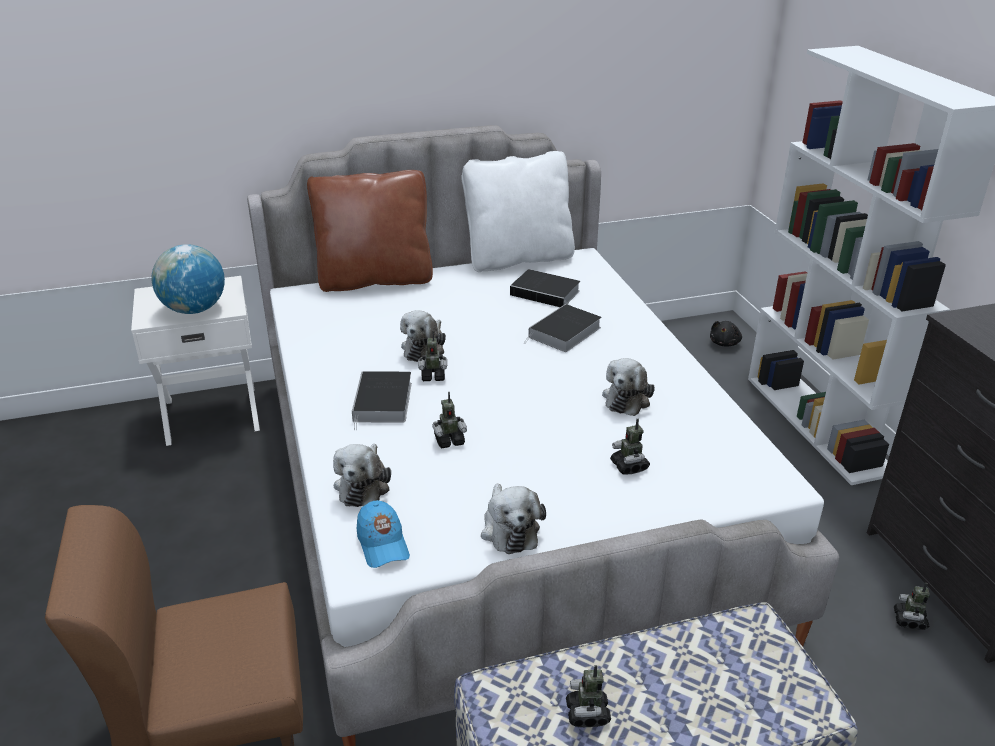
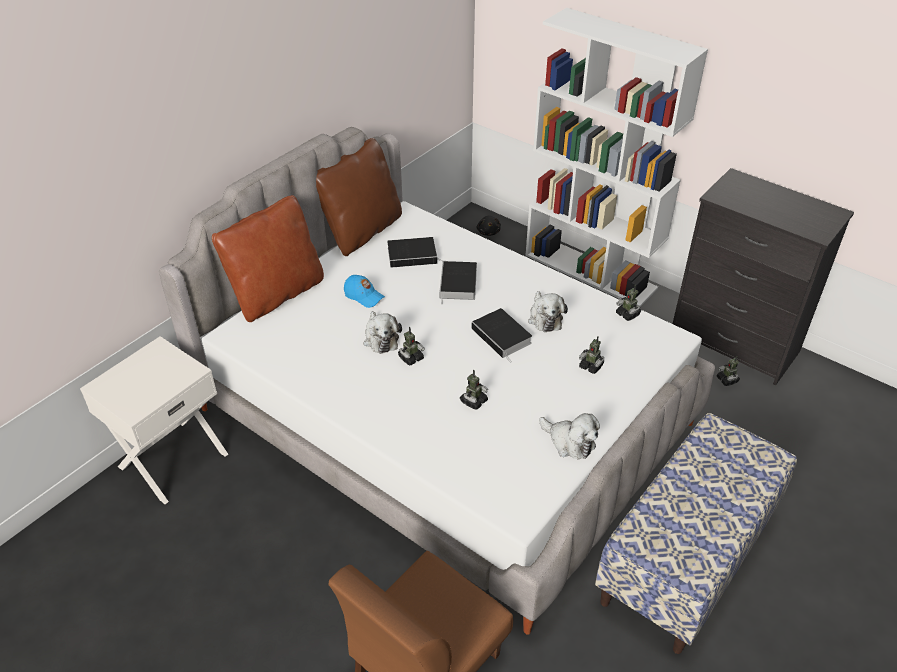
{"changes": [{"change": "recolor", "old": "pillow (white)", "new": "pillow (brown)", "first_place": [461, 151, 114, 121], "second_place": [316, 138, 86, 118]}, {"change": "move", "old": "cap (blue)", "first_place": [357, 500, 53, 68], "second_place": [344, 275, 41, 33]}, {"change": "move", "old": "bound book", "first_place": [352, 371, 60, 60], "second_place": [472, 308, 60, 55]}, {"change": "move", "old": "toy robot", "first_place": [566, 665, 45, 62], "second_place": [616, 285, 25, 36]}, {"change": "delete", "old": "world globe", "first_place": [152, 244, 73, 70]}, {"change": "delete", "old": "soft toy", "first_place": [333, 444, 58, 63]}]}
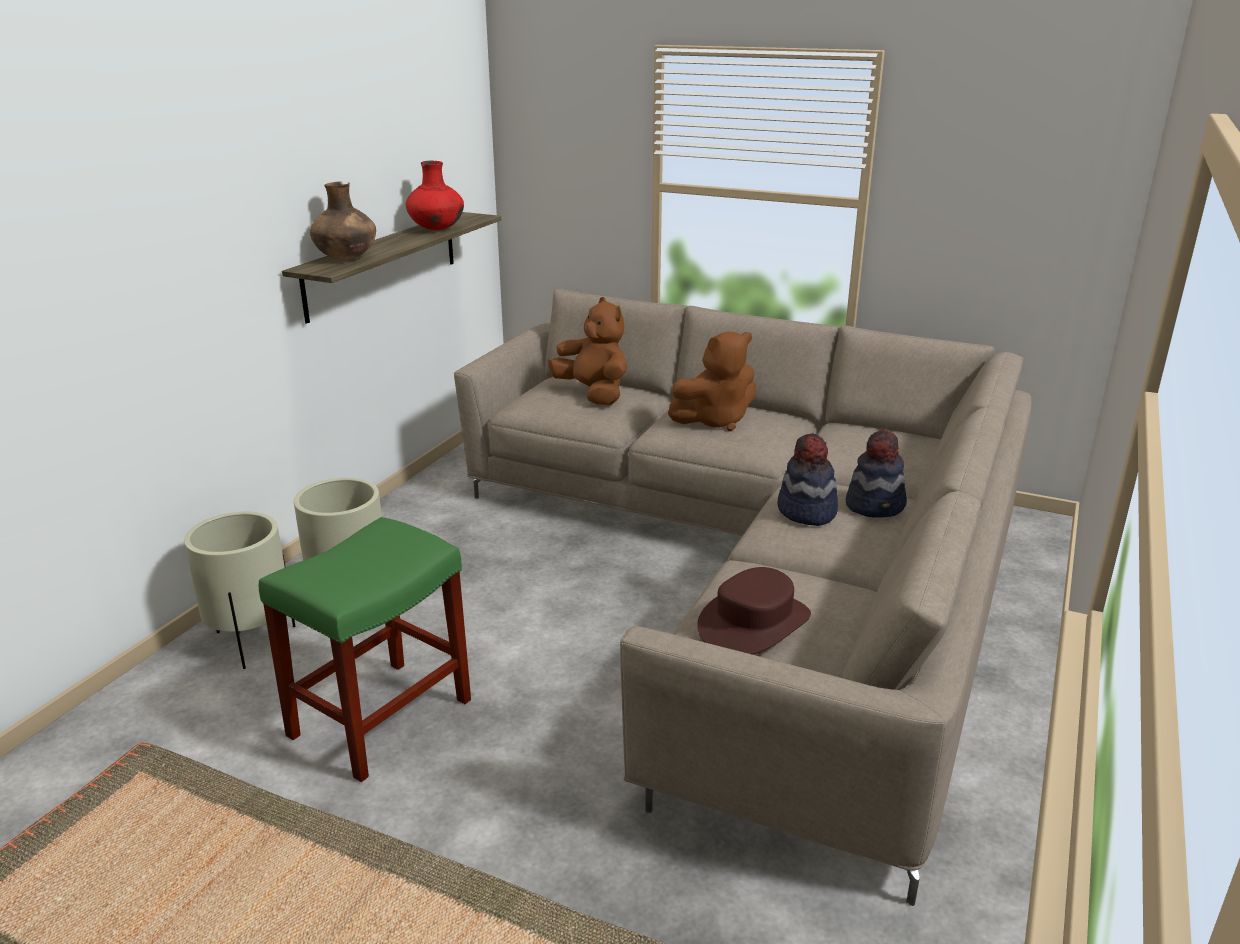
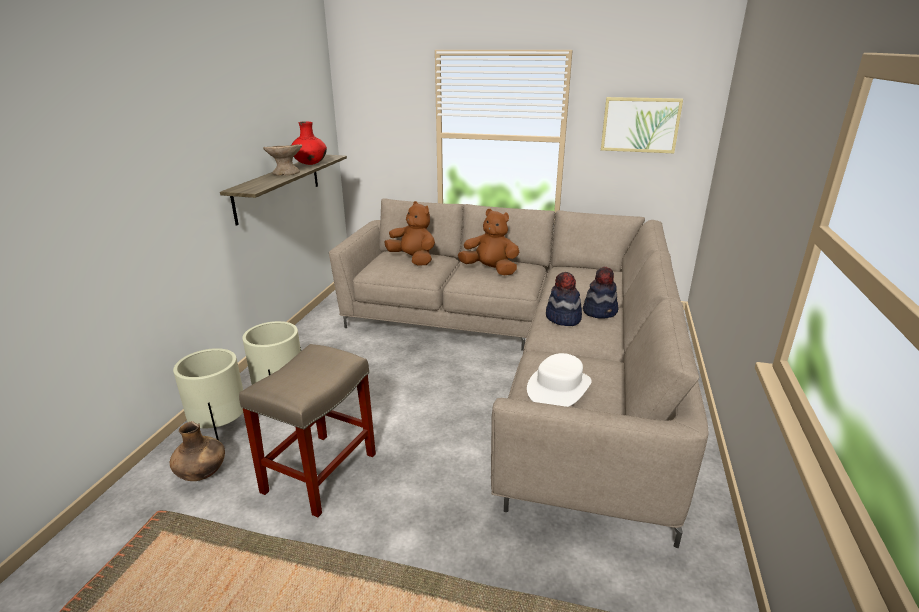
{"changes": [{"change": "move", "old": "decorative vase (brown)", "first_place": [310, 181, 66, 79], "second_place": [170, 421, 55, 60]}, {"change": "recolor", "old": "sitting stool (greenish)", "new": "sitting stool (sand-coloured)", "first_place": [259, 517, 212, 265], "second_place": [239, 344, 137, 173]}, {"change": "insert", "new": "bowl (sand-coloured)", "second_place": [263, 144, 39, 32]}, {"change": "rotate", "old": "soft toy (brown)", "first_place": [668, 332, 88, 99], "second_place": [458, 209, 61, 67], "degrees": -120}, {"change": "recolor", "old": "hat (brown)", "new": "hat (white)", "first_place": [697, 567, 114, 88], "second_place": [527, 353, 65, 54]}, {"change": "insert", "new": "wall picture", "second_place": [601, 97, 82, 56]}]}
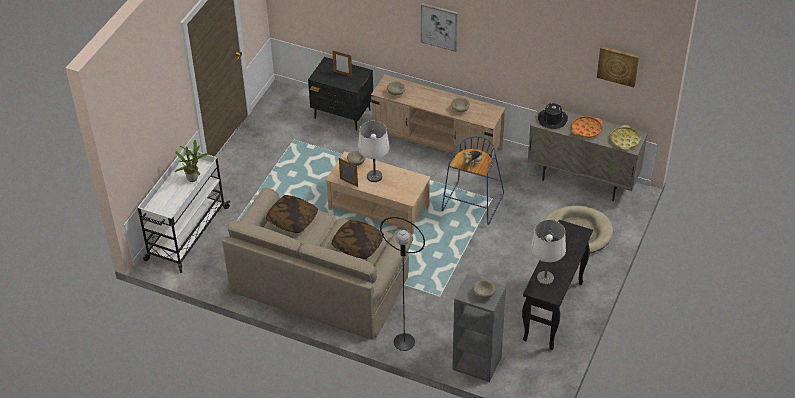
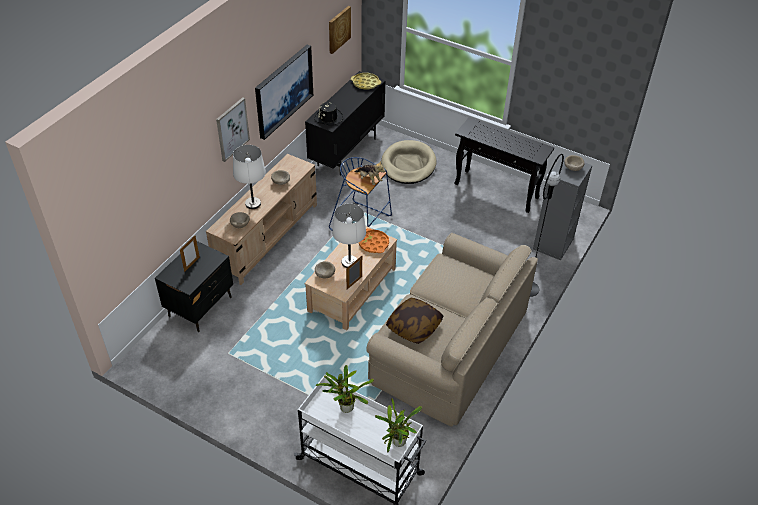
{"changes": [{"change": "move", "old": "tabletop lamp (white)", "first_place": [531, 220, 35, 65], "second_place": [233, 145, 33, 64]}, {"change": "insert", "new": "wall picture", "second_place": [255, 45, 58, 95]}, {"change": "recolor", "old": "storage cabinet (sand-coloured)", "new": "storage cabinet (black-coloured)", "first_place": [527, 104, 121, 97], "second_place": [305, 71, 81, 105]}, {"change": "move", "old": "serving tray (orange)", "first_place": [572, 116, 30, 22], "second_place": [359, 228, 30, 25]}, {"change": "insert", "new": "potted plant", "second_place": [375, 398, 47, 55]}, {"change": "delete", "old": "pillow", "first_place": [331, 220, 53, 39]}]}
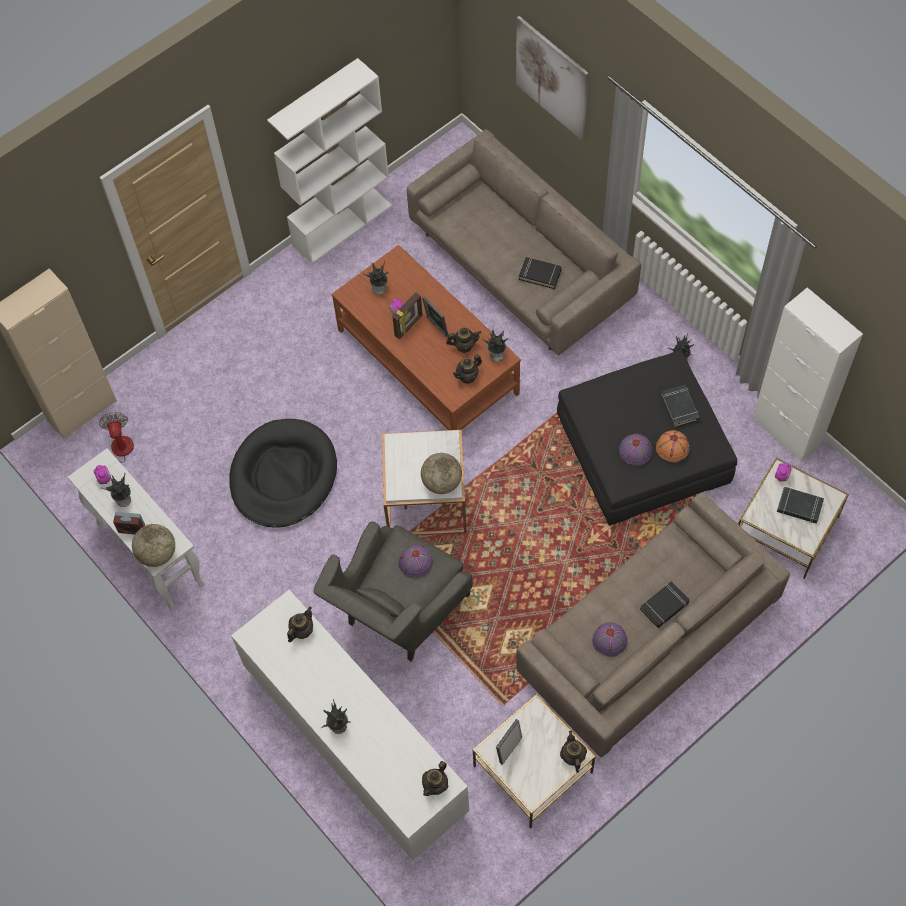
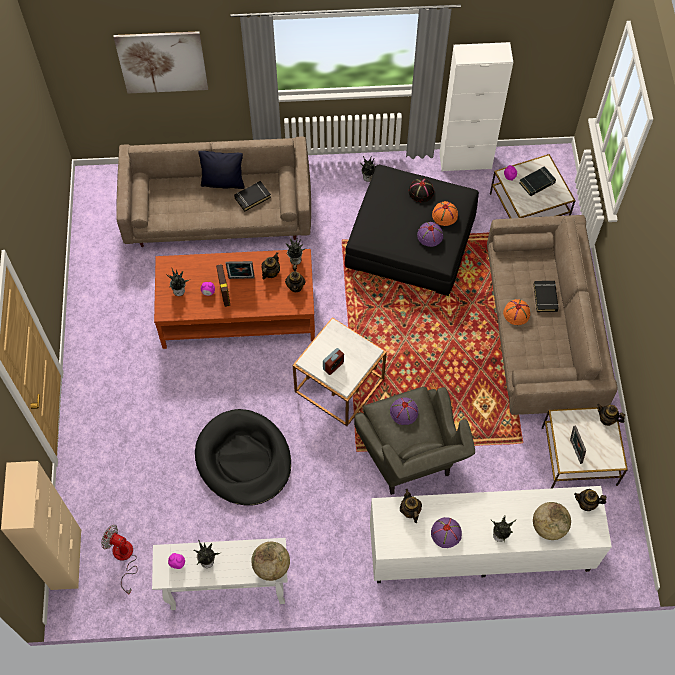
{"changes": [{"change": "insert", "new": "pillow (black-coloured)", "second_place": [198, 151, 47, 38]}, {"change": "move", "old": "table clock", "first_place": [113, 512, 32, 22], "second_place": [323, 348, 21, 27]}, {"change": "replace", "old": "bound book (black-coloured)", "new": "hat (black-coloured)", "first_place": [661, 385, 39, 43], "second_place": [409, 178, 25, 24]}, {"change": "move", "old": "hat (purple-coloured)", "first_place": [592, 622, 36, 35], "second_place": [431, 517, 31, 31]}, {"change": "insert", "new": "hat (orange)", "second_place": [503, 299, 27, 26]}, {"change": "move", "old": "world globe", "first_place": [421, 453, 41, 41], "second_place": [533, 502, 38, 38]}, {"change": "rotate", "old": "teapot", "first_place": [422, 761, 26, 35], "second_place": [574, 489, 32, 22], "degrees": 120}, {"change": "delete", "old": "bookcase (white)", "first_place": [267, 58, 125, 206]}]}
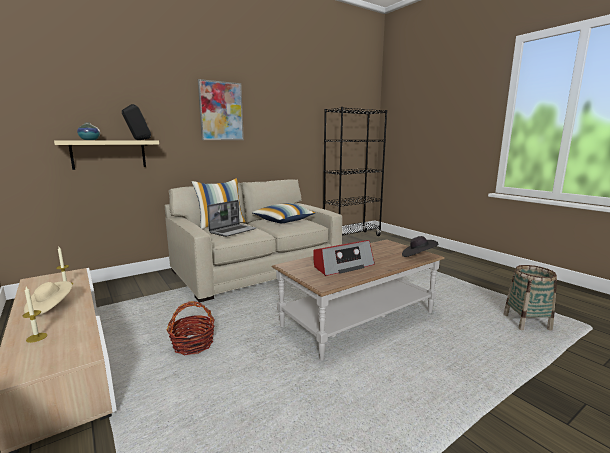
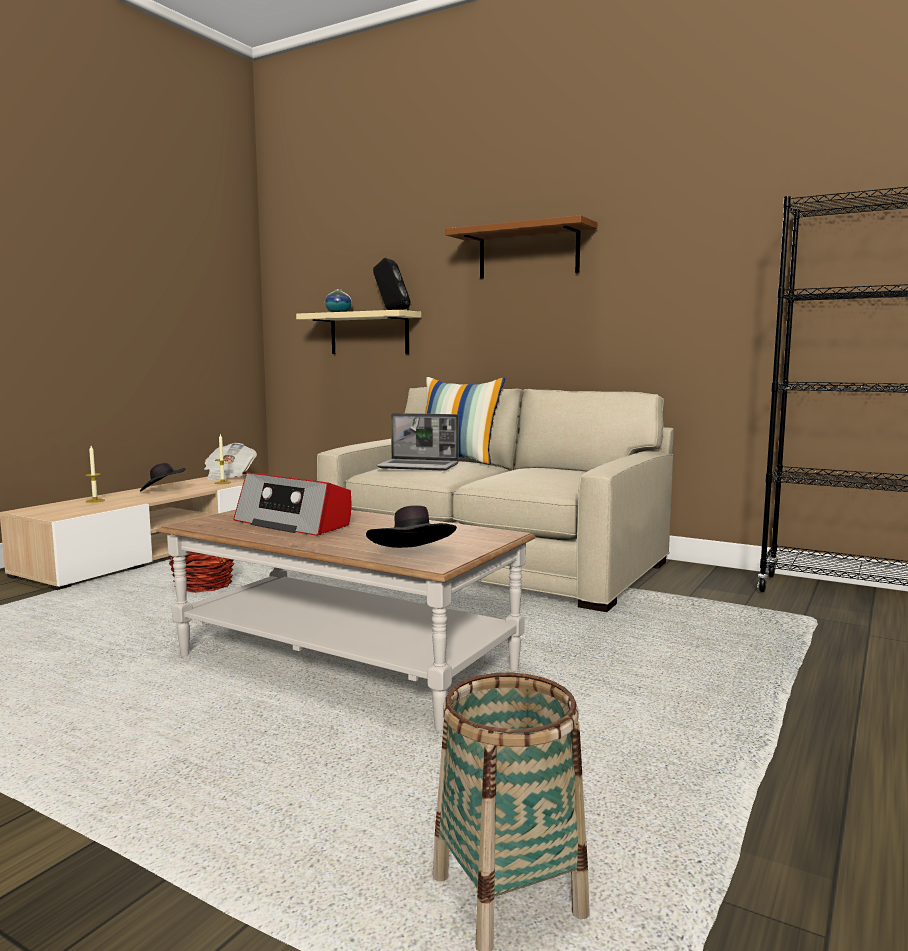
{"changes": [{"change": "recolor", "old": "hat (sand-coloured)", "new": "hat (black-coloured)", "first_place": [24, 281, 49, 35], "second_place": [140, 463, 46, 29]}, {"change": "insert", "new": "newspaper", "second_place": [204, 443, 53, 37]}, {"change": "replace", "old": "wall picture", "new": "bracket shelf (brown)", "first_place": [198, 79, 46, 61], "second_place": [445, 215, 152, 63]}, {"change": "delete", "old": "pillow", "first_place": [252, 203, 63, 20]}]}
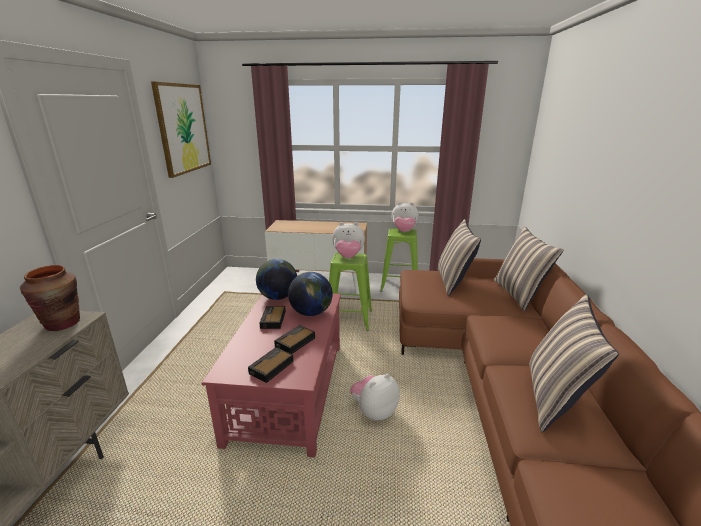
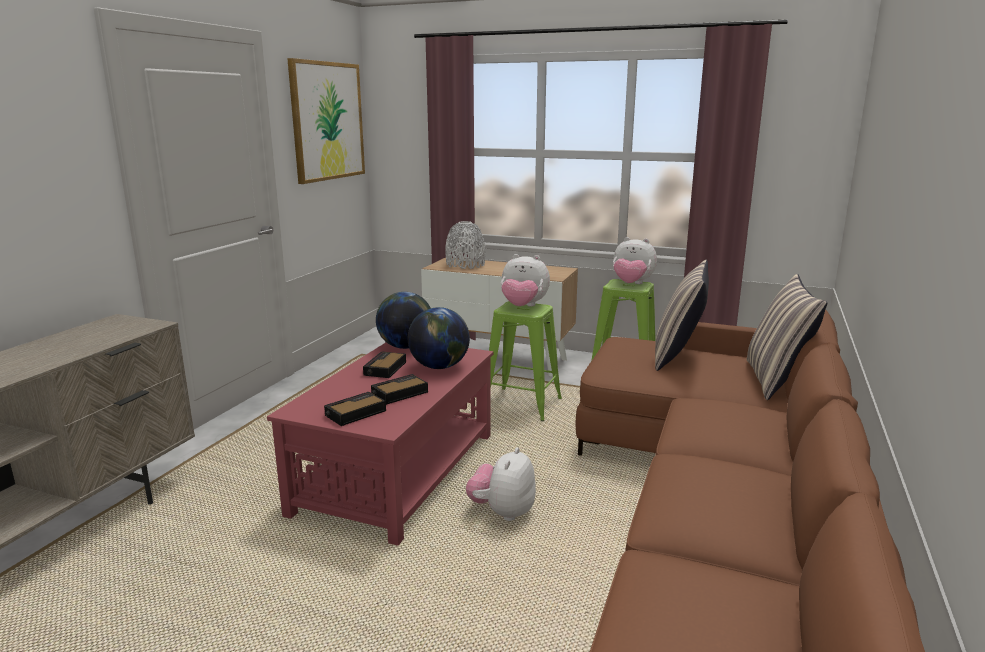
{"changes": [{"change": "insert", "new": "decorative vase (greyish)", "second_place": [445, 221, 41, 48]}, {"change": "rotate", "old": "soft toy", "first_place": [350, 373, 49, 47], "second_place": [466, 447, 70, 74], "degrees": -45}, {"change": "delete", "old": "decorative vase (brown)", "first_place": [20, 265, 60, 66]}, {"change": "delete", "old": "pillow", "first_place": [529, 294, 90, 138]}]}
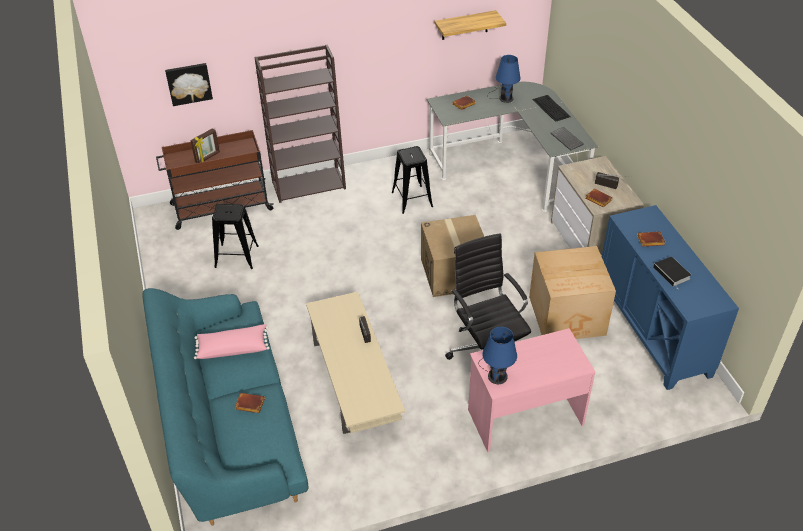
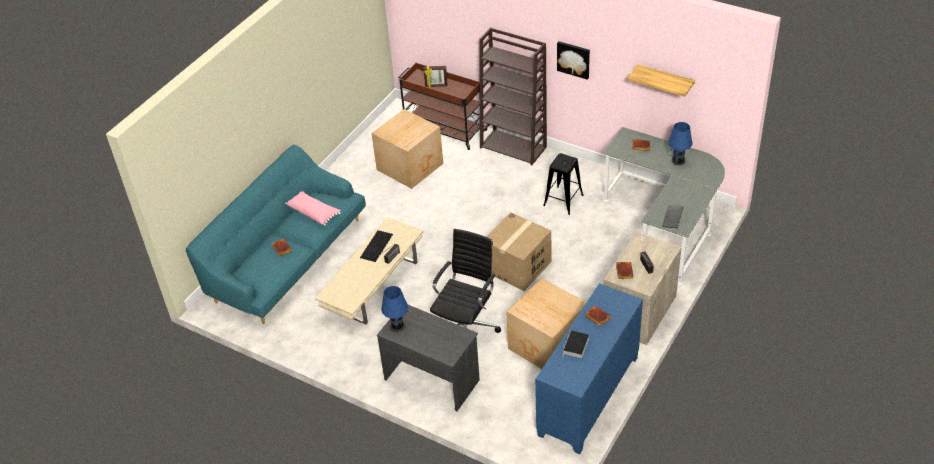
{"changes": [{"change": "move", "old": "computer keyboard", "first_place": [532, 95, 39, 27], "second_place": [360, 230, 33, 32]}, {"change": "replace", "old": "sitting stool (black-coloured)", "new": "cardboard box", "first_place": [212, 204, 47, 65], "second_place": [371, 109, 72, 80]}, {"change": "recolor", "old": "desk table (pinkish)", "new": "desk table (greyish)", "first_place": [468, 328, 128, 124], "second_place": [377, 305, 103, 107]}, {"change": "move", "old": "wall picture", "first_place": [165, 63, 48, 43], "second_place": [557, 41, 33, 39]}]}
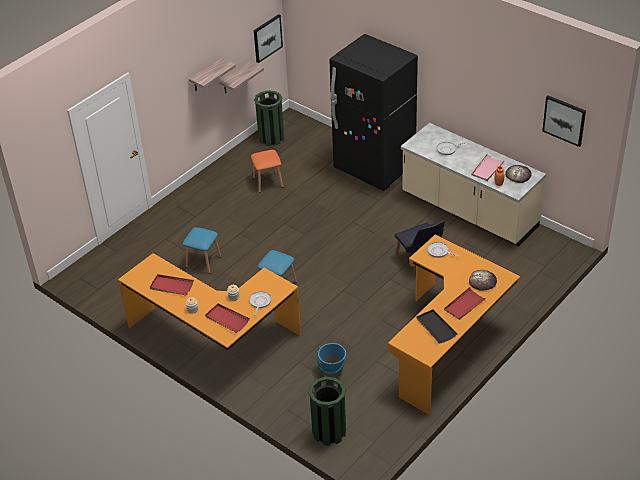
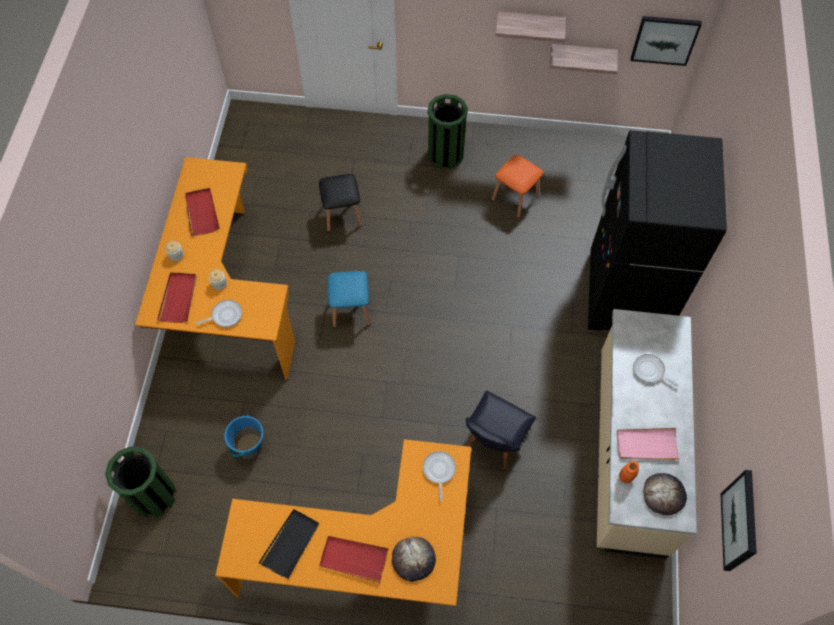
{"changes": [{"change": "recolor", "old": "sitting stool (blue)", "new": "sitting stool (black-coloured)", "first_place": [183, 227, 38, 47], "second_place": [319, 174, 43, 58]}, {"change": "move", "old": "rubbish bin (greenish)", "first_place": [254, 90, 30, 56], "second_place": [427, 94, 41, 75]}]}
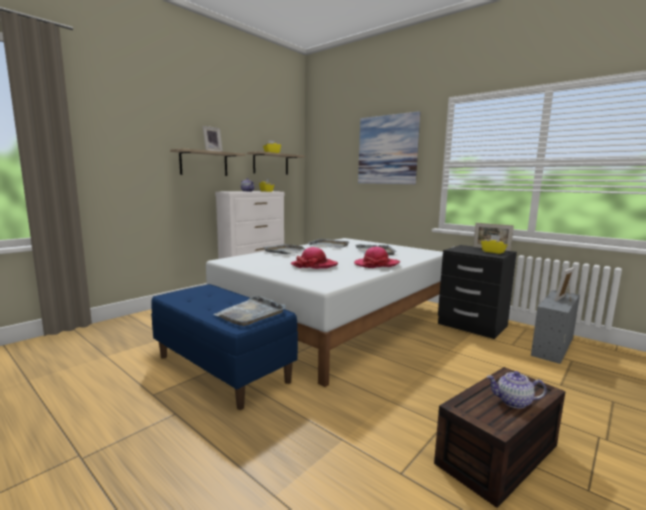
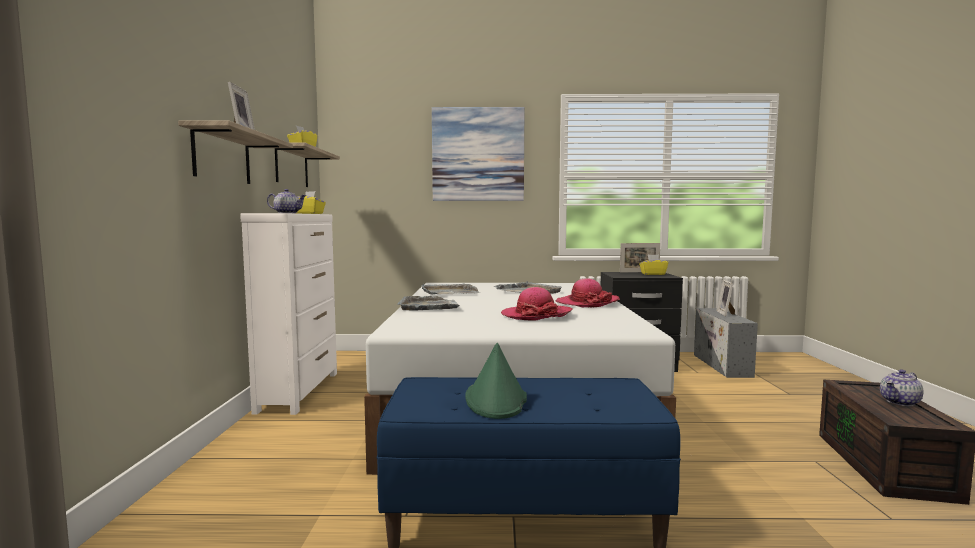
{"changes": [{"change": "insert", "new": "hat (greenish)", "second_place": [465, 343, 62, 76]}, {"change": "delete", "old": "serving tray (greyish)", "first_place": [213, 296, 73, 30]}]}
